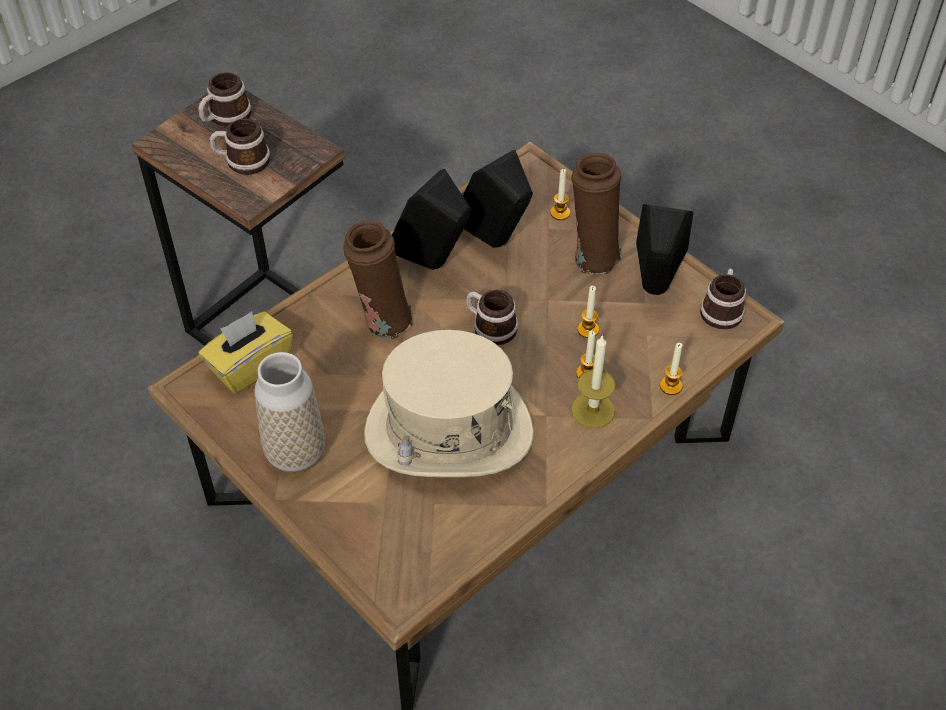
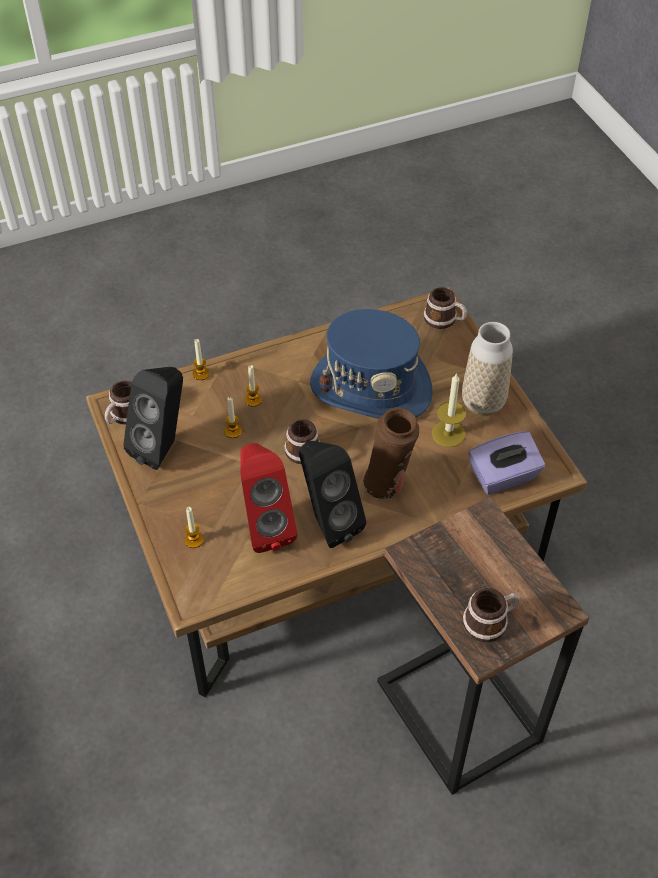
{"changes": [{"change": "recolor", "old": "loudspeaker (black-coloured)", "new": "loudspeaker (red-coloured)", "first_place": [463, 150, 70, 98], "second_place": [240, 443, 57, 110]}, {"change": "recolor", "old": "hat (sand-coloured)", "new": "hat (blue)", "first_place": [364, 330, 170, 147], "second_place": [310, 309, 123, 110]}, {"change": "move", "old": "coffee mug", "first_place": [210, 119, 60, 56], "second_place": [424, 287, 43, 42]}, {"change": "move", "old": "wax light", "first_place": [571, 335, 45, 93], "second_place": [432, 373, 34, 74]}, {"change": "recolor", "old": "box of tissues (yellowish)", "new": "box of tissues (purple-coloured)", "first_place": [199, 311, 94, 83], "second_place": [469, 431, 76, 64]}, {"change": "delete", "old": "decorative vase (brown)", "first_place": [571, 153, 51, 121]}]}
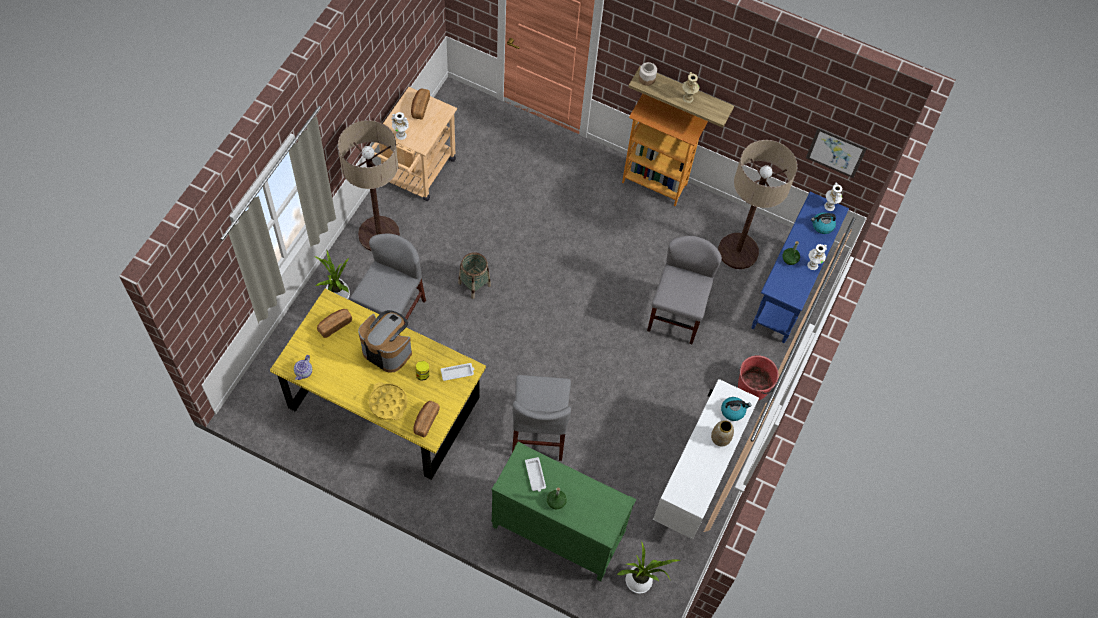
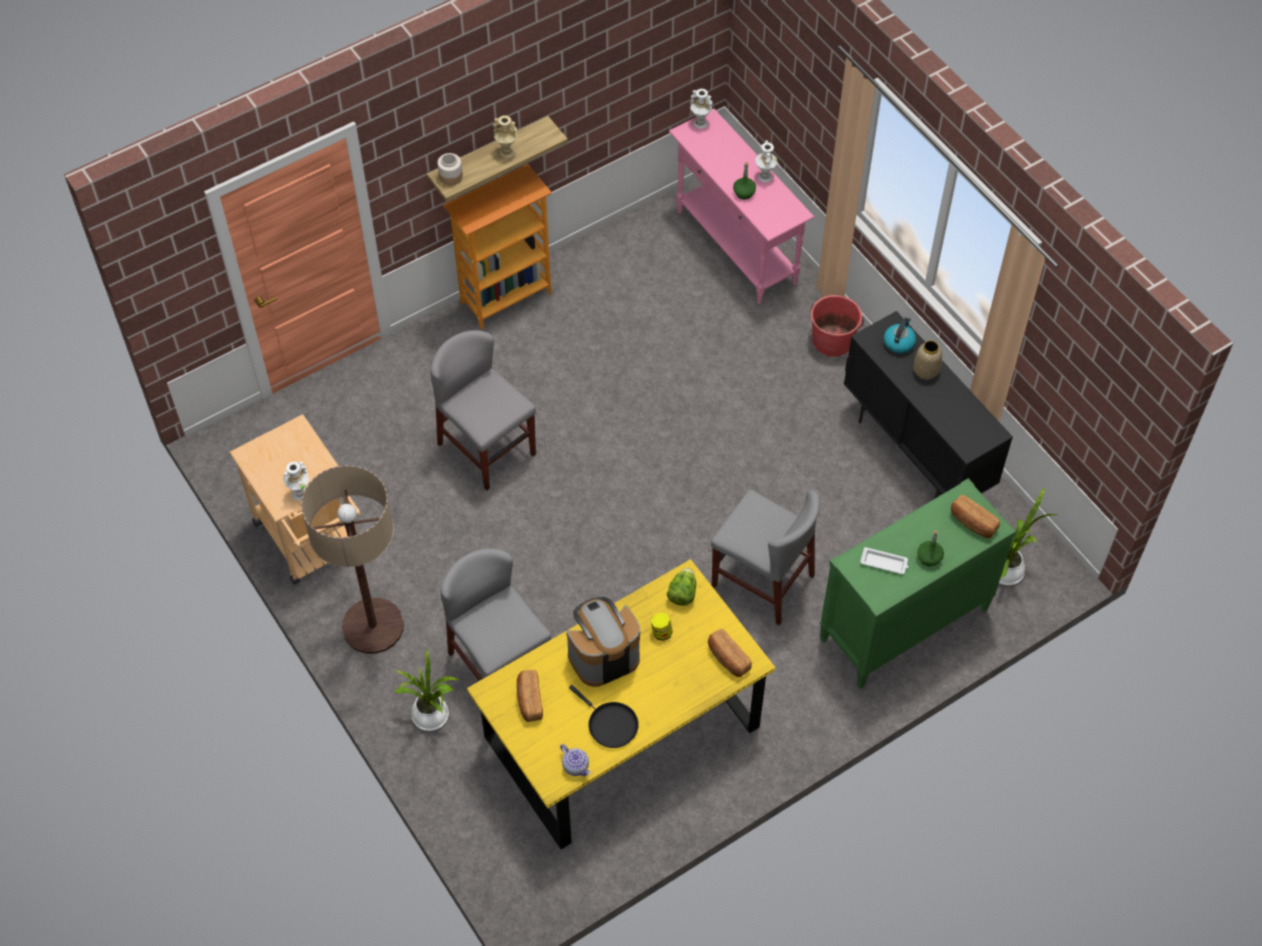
{"changes": [{"change": "move", "old": "chair (greyish)", "first_place": [647, 236, 75, 108], "second_place": [430, 330, 106, 161]}, {"change": "insert", "new": "frying pan (black-coloured)", "second_place": [569, 685, 70, 63]}, {"change": "replace", "old": "serving tray (white)", "new": "head of lettuce", "first_place": [441, 363, 33, 18], "second_place": [666, 568, 30, 38]}, {"change": "recolor", "old": "hall table (blue)", "new": "hall table (pinkish)", "first_place": [751, 192, 98, 151], "second_place": [669, 109, 145, 195]}, {"change": "recolor", "old": "storage cabinet (white)", "new": "storage cabinet (black-coloured)", "first_place": [653, 379, 106, 160], "second_place": [844, 311, 169, 188]}, {"change": "move", "old": "baked bread", "first_place": [411, 88, 19, 32], "second_place": [951, 495, 49, 43]}, {"change": "delete", "old": "serving tray (yellowish)", "first_place": [369, 382, 39, 38]}, {"change": "delete", "old": "household basket", "first_place": [458, 252, 33, 47]}, {"change": "delete", "old": "floor lamp", "first_place": [718, 140, 80, 129]}, {"change": "delete", "old": "wall picture", "first_place": [806, 127, 61, 51]}, {"change": "delete", "old": "tea kettle", "first_place": [811, 212, 25, 22]}]}
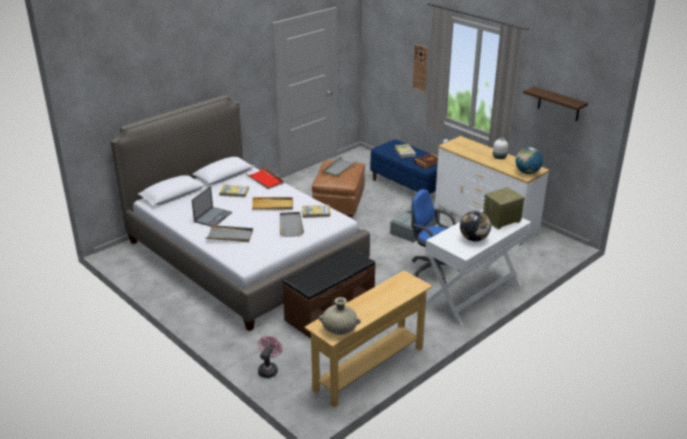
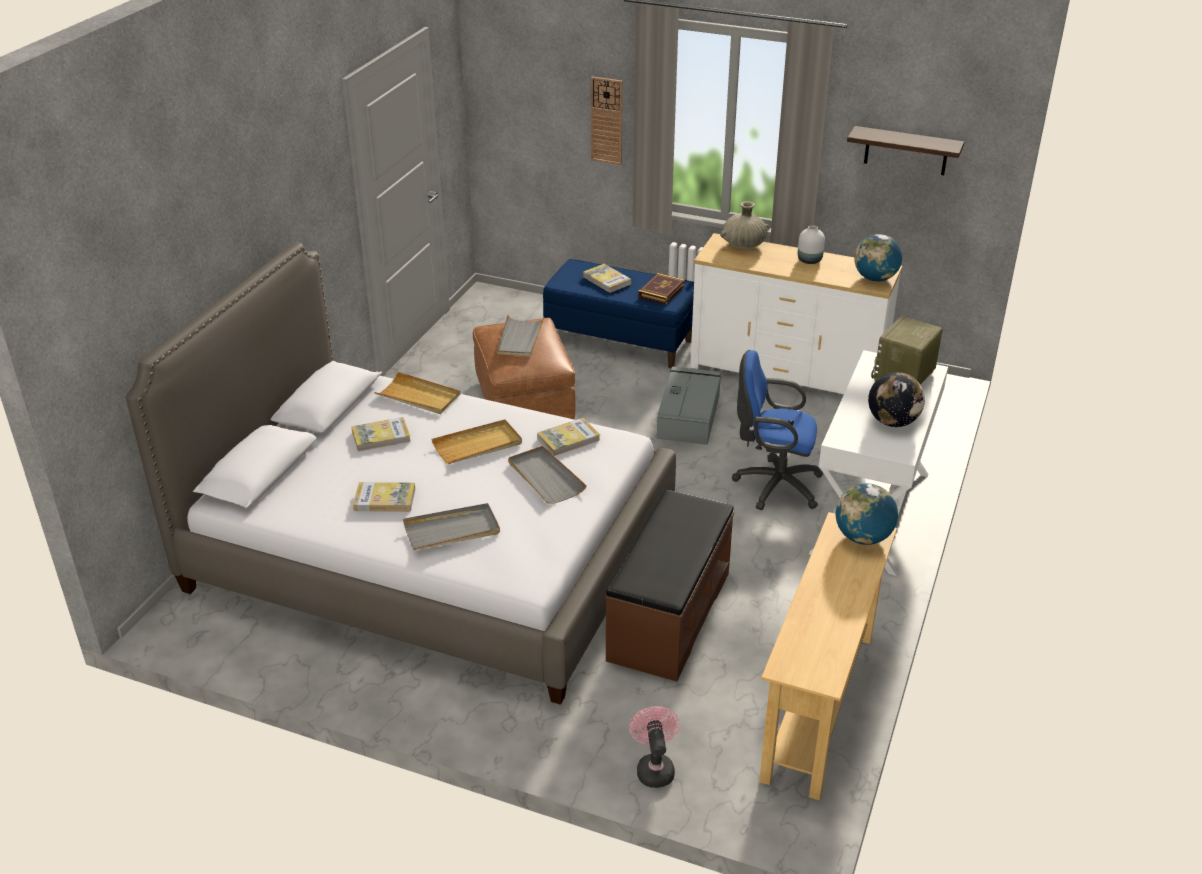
{"changes": [{"change": "replace", "old": "portable computer", "new": "bound book", "first_place": [192, 186, 40, 40], "second_place": [353, 482, 62, 30]}, {"change": "recolor", "old": "serving tray (red-coloured)", "new": "serving tray (sand-coloured)", "first_place": [245, 167, 39, 22], "second_place": [374, 372, 86, 42]}, {"change": "move", "old": "decorative vase (sand-coloured)", "first_place": [319, 297, 42, 38], "second_place": [720, 201, 50, 48]}, {"change": "insert", "new": "world globe", "second_place": [836, 483, 62, 62]}]}
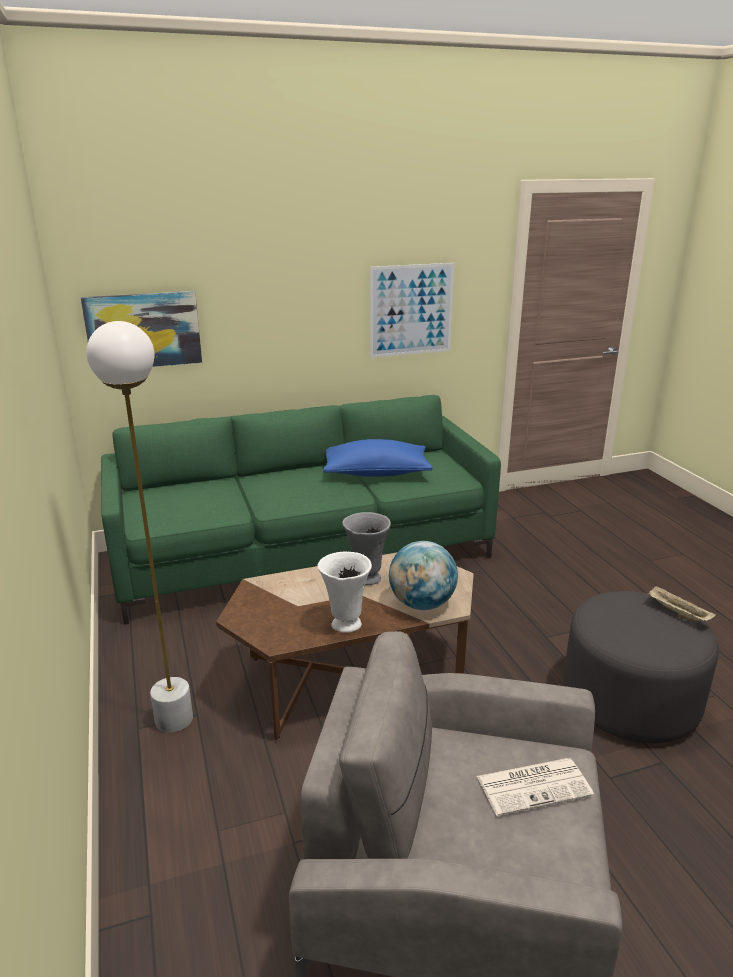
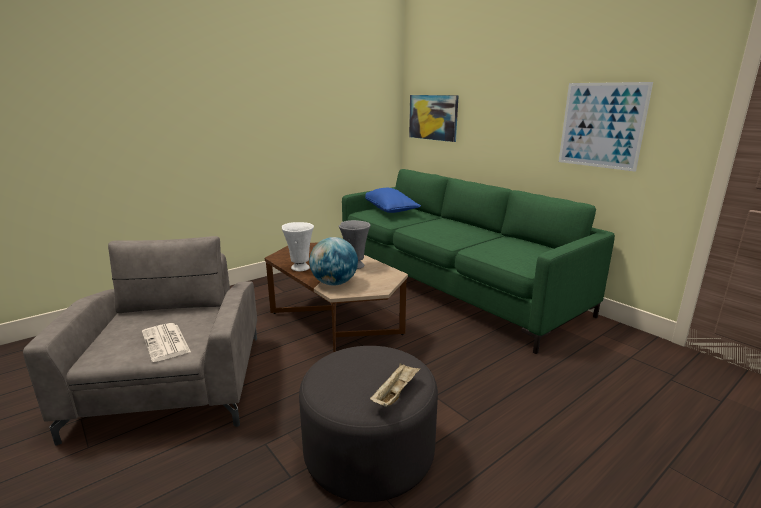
{"changes": [{"change": "move", "old": "pillow (blue)", "first_place": [323, 439, 110, 38], "second_place": [365, 188, 56, 25]}, {"change": "delete", "old": "floor lamp (white)", "first_place": [86, 321, 107, 412]}]}
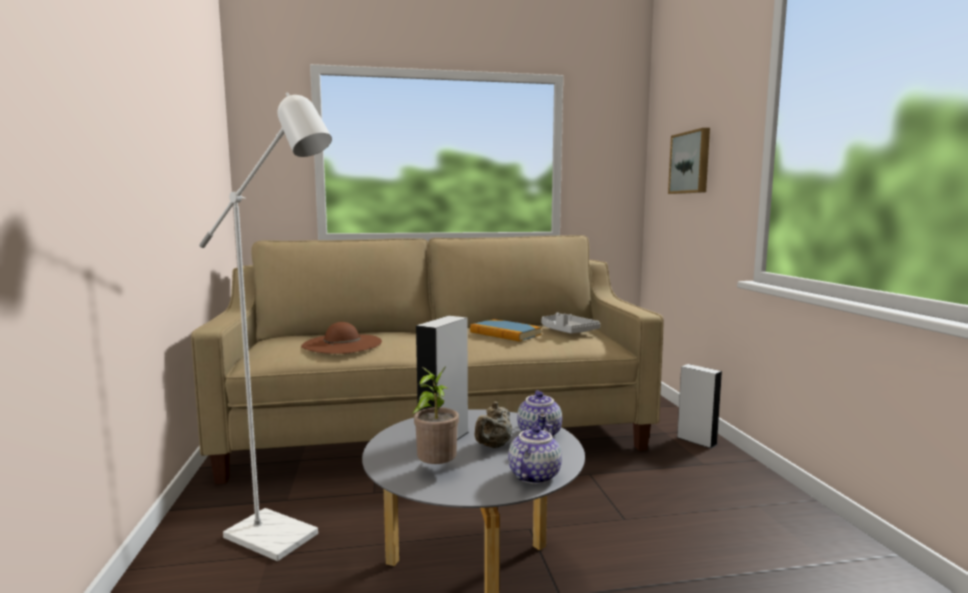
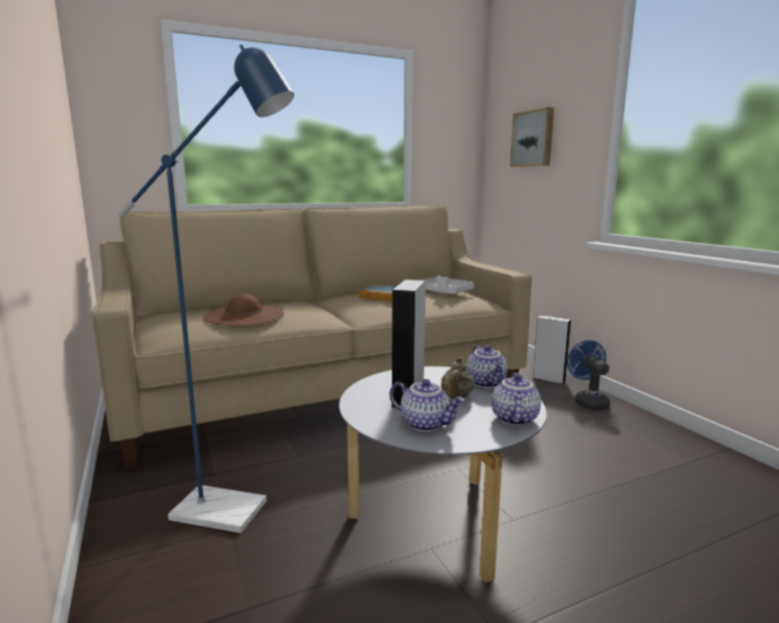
{"changes": [{"change": "recolor", "old": "floor lamp (white)", "new": "floor lamp (blue)", "first_place": [199, 93, 133, 468], "second_place": [118, 44, 176, 489]}, {"change": "replace", "old": "potted plant", "new": "teapot", "first_place": [412, 367, 47, 97], "second_place": [389, 379, 76, 53]}, {"change": "insert", "new": "cooling fan (blue)", "second_place": [567, 340, 43, 70]}]}
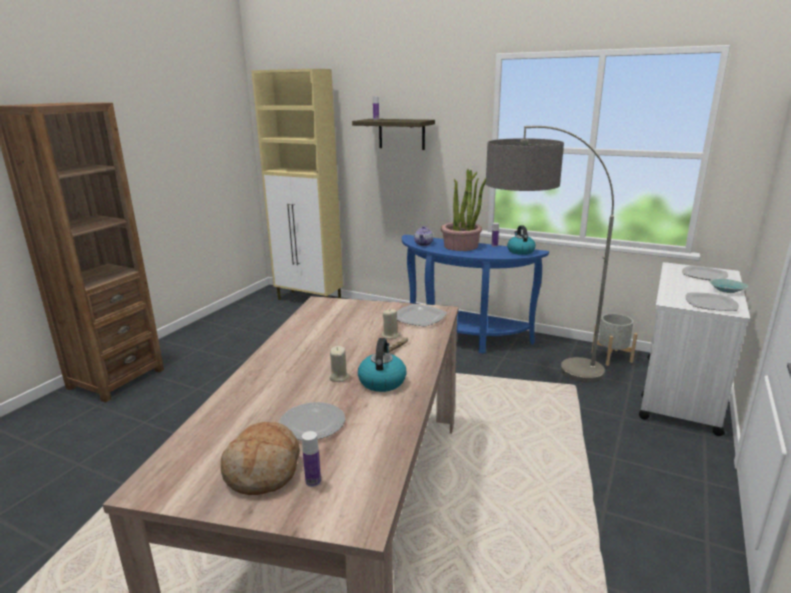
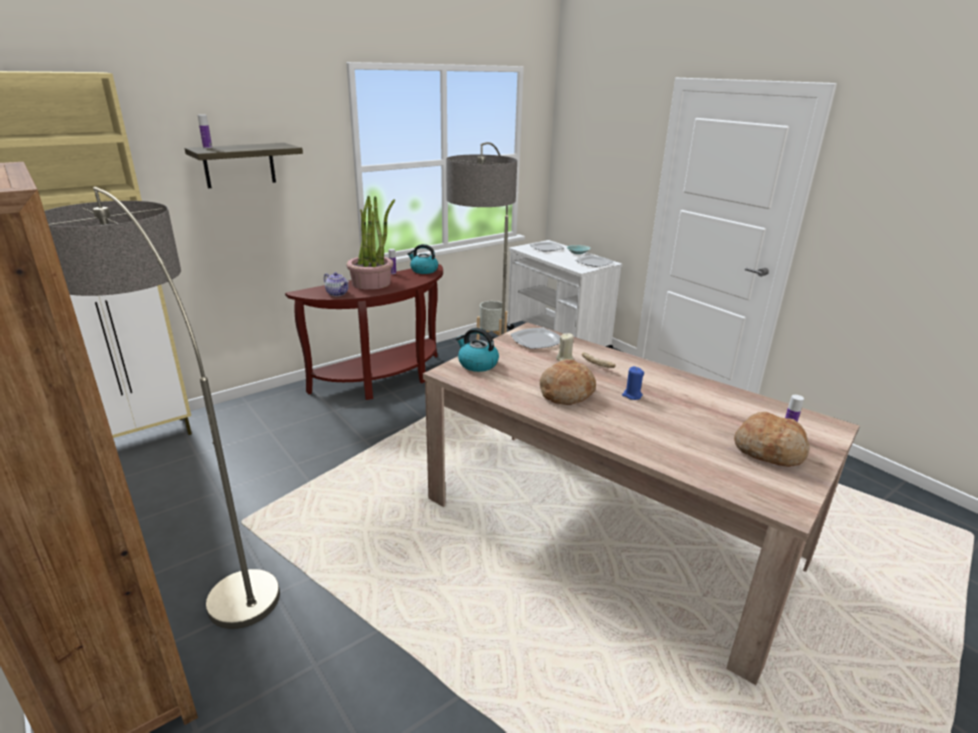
{"changes": [{"change": "insert", "new": "floor lamp", "second_place": [44, 187, 236, 442]}, {"change": "recolor", "old": "hall table (blue)", "new": "hall table (brown)", "first_place": [402, 235, 147, 119], "second_place": [285, 264, 158, 136]}, {"change": "move", "old": "tea kettle", "first_place": [358, 338, 49, 54], "second_place": [456, 328, 43, 44]}, {"change": "insert", "new": "baked bread", "second_place": [540, 359, 56, 46]}, {"change": "recolor", "old": "wax light (sand-coloured)", "new": "wax light (blue)", "first_place": [329, 346, 20, 36], "second_place": [622, 366, 22, 34]}, {"change": "delete", "old": "dinner plate", "first_place": [279, 402, 66, 38]}]}
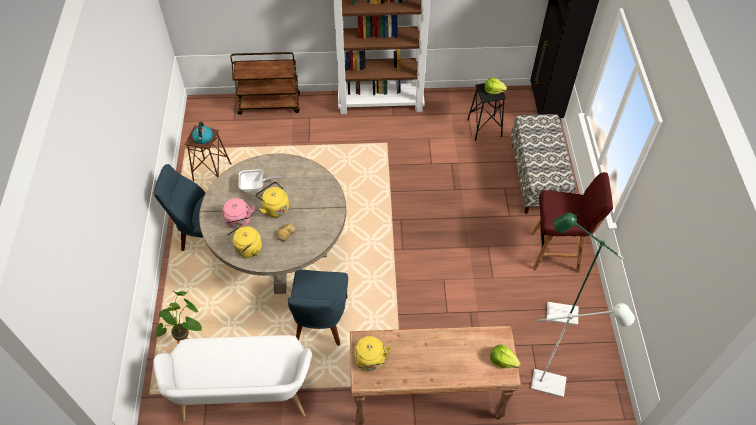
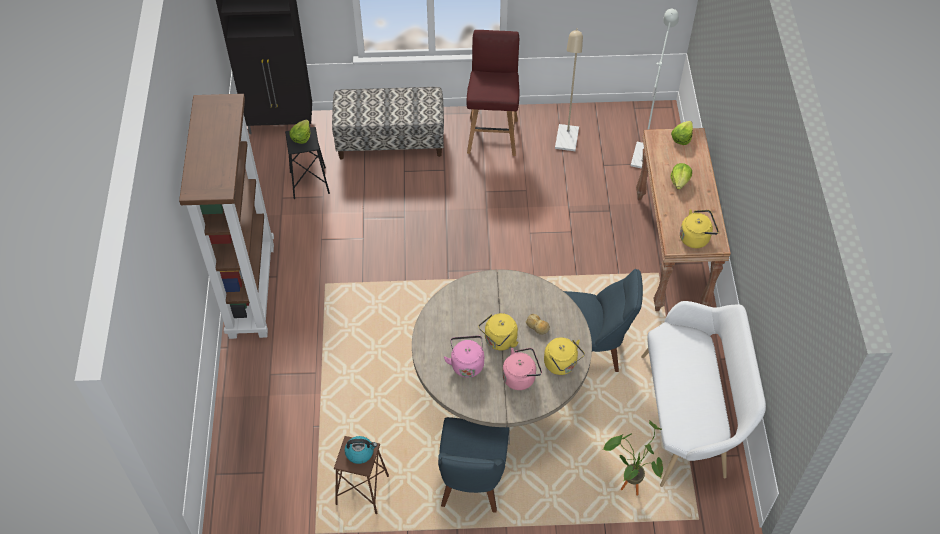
{"changes": [{"change": "replace", "old": "frying pan", "new": "tea kettle (pinkish)", "first_place": [239, 169, 43, 24], "second_place": [444, 336, 40, 42]}, {"change": "recolor", "old": "floor lamp (greenish)", "new": "floor lamp (sand-coloured)", "first_place": [547, 213, 76, 112], "second_place": [555, 28, 28, 123]}, {"change": "insert", "new": "head of lettuce", "second_place": [671, 163, 21, 27]}, {"change": "delete", "old": "cart (brown)", "first_place": [230, 52, 70, 63]}]}
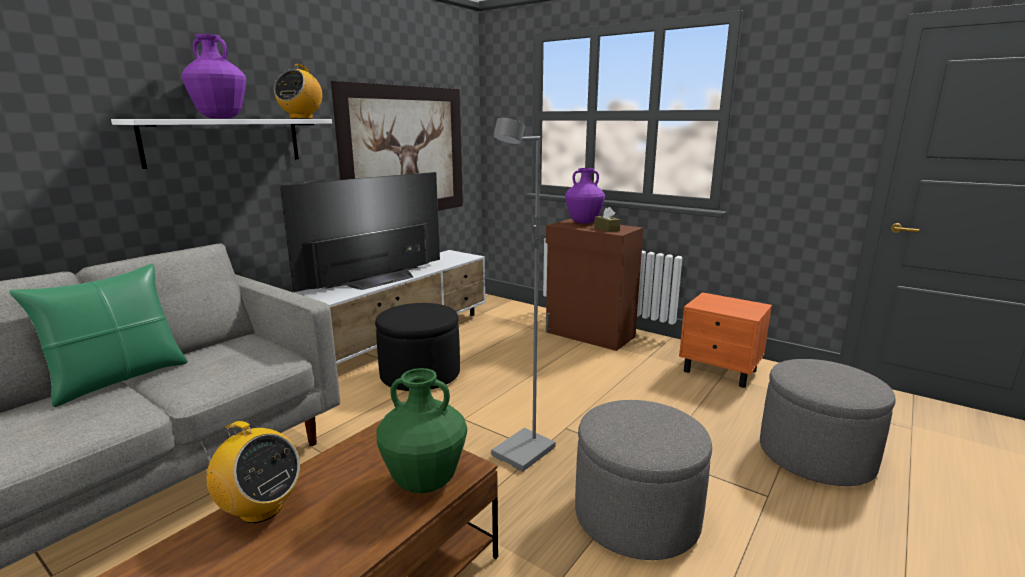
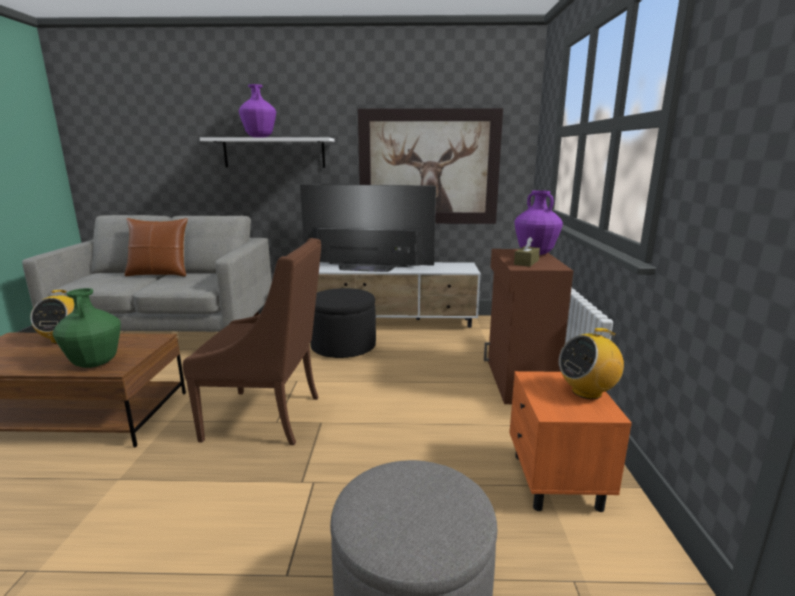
{"changes": [{"change": "recolor", "old": "pillow (greenish)", "new": "pillow (brown)", "first_place": [9, 264, 179, 143], "second_place": [125, 218, 63, 59]}, {"change": "replace", "old": "floor lamp (greyish)", "new": "lounge chair (brown)", "first_place": [491, 118, 65, 354], "second_place": [183, 238, 138, 207]}, {"change": "move", "old": "radio", "first_place": [274, 64, 48, 55], "second_place": [559, 328, 65, 71]}, {"change": "delete", "old": "ottoman (greyish)", "first_place": [575, 400, 137, 160]}]}
